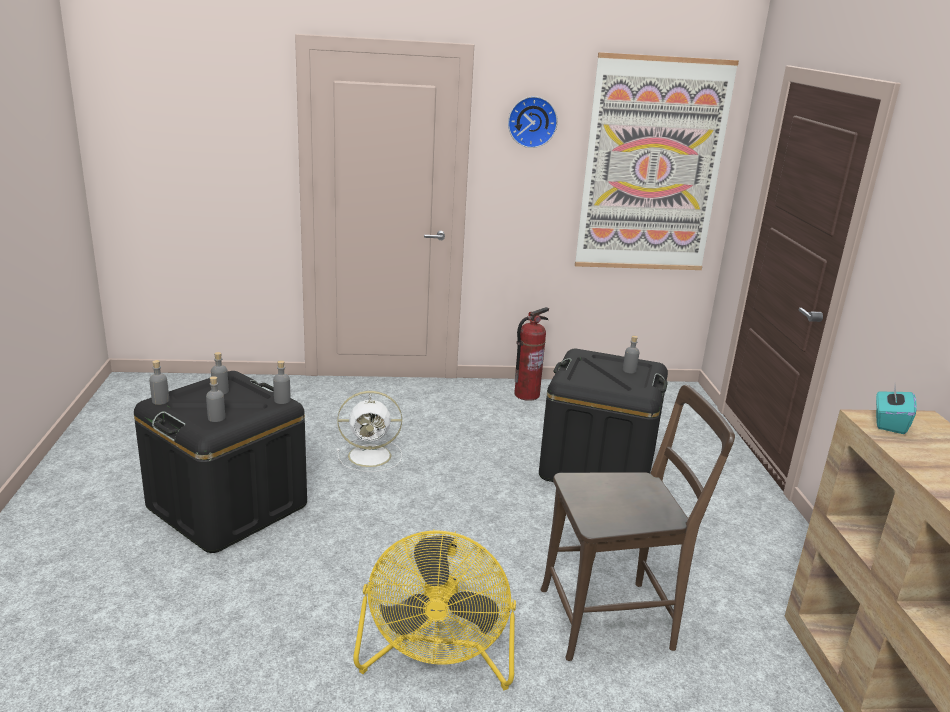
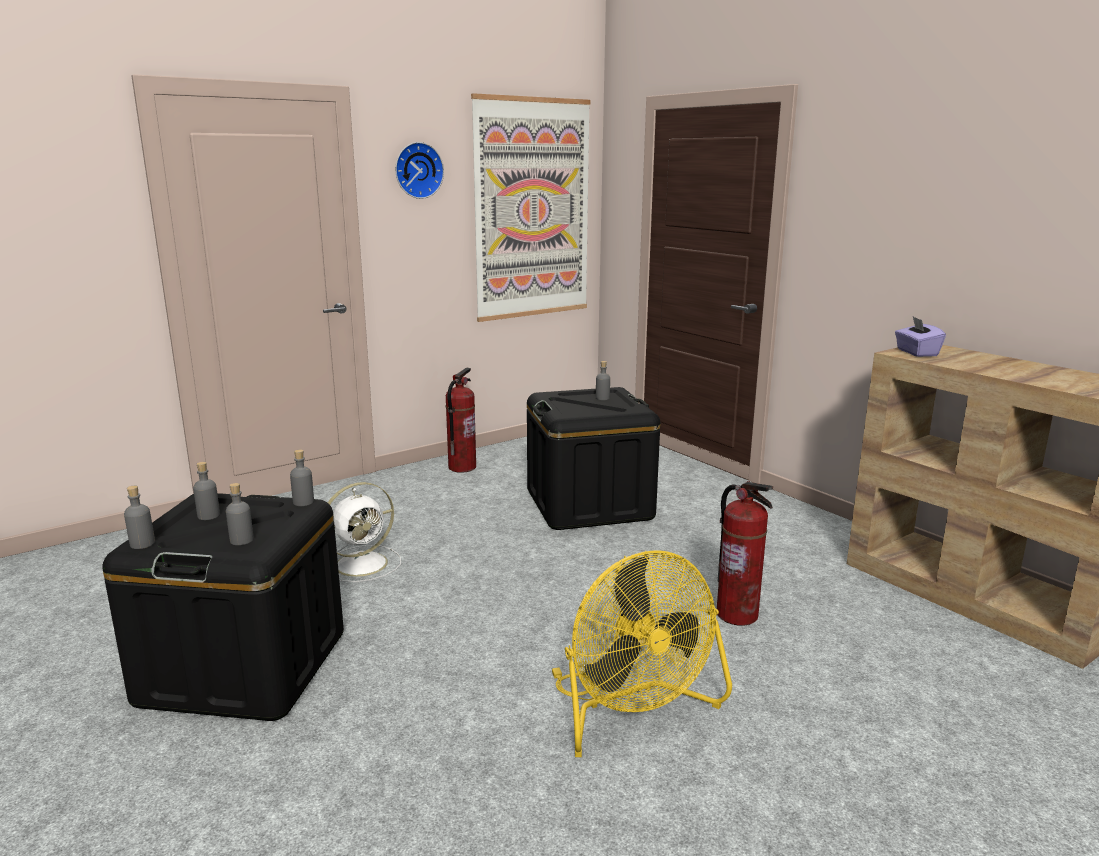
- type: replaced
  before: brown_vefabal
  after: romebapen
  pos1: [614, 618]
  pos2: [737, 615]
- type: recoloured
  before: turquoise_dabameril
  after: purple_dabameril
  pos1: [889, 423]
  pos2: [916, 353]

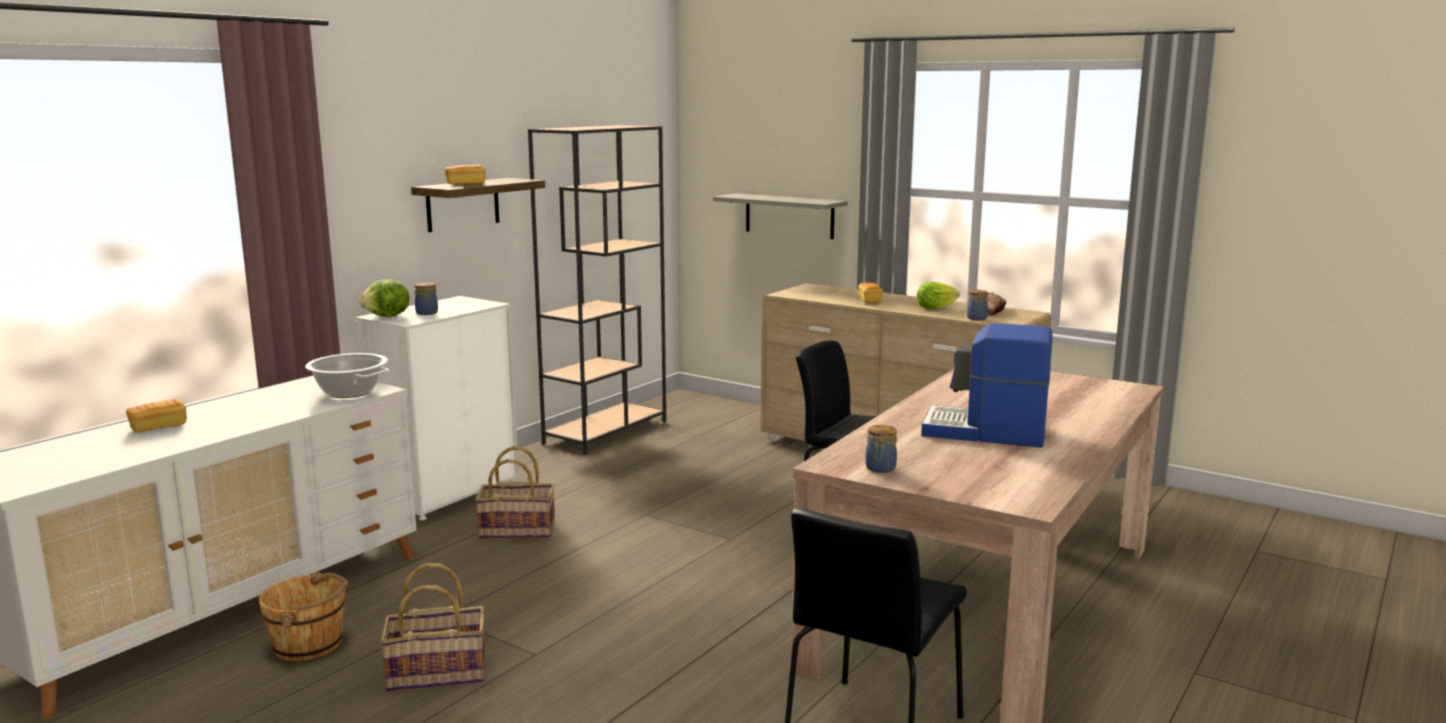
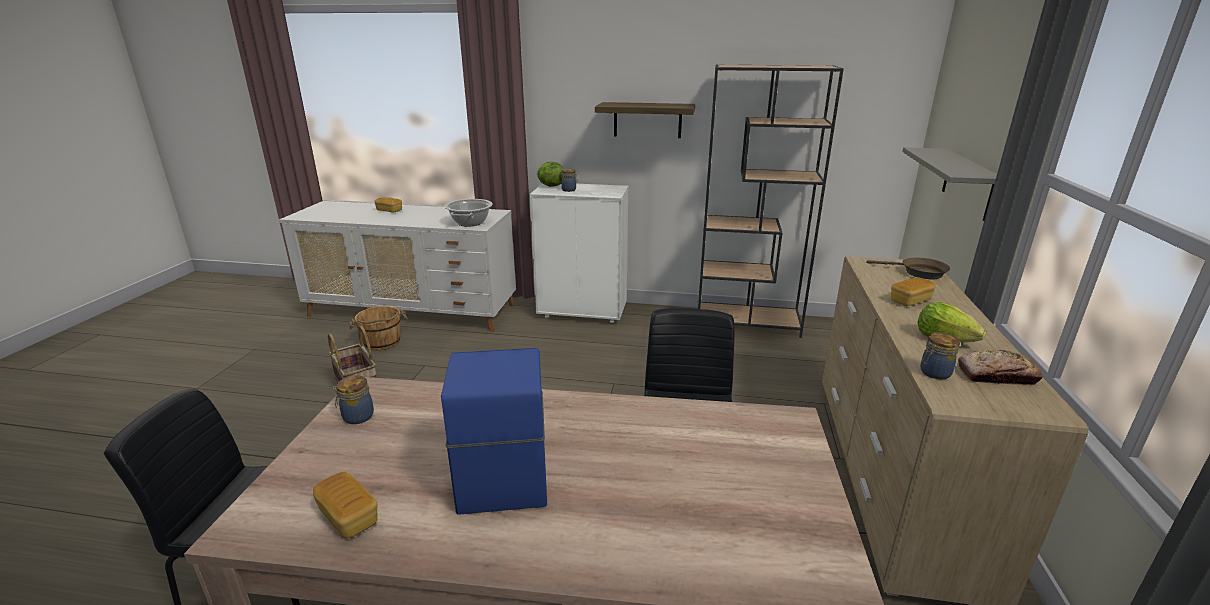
- type: moved
  before: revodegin
  pos1: [465, 184]
  pos2: [349, 517]
- type: added
  after: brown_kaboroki
  pos2: [918, 272]
- type: removed
  before: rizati
  pos1: [518, 530]

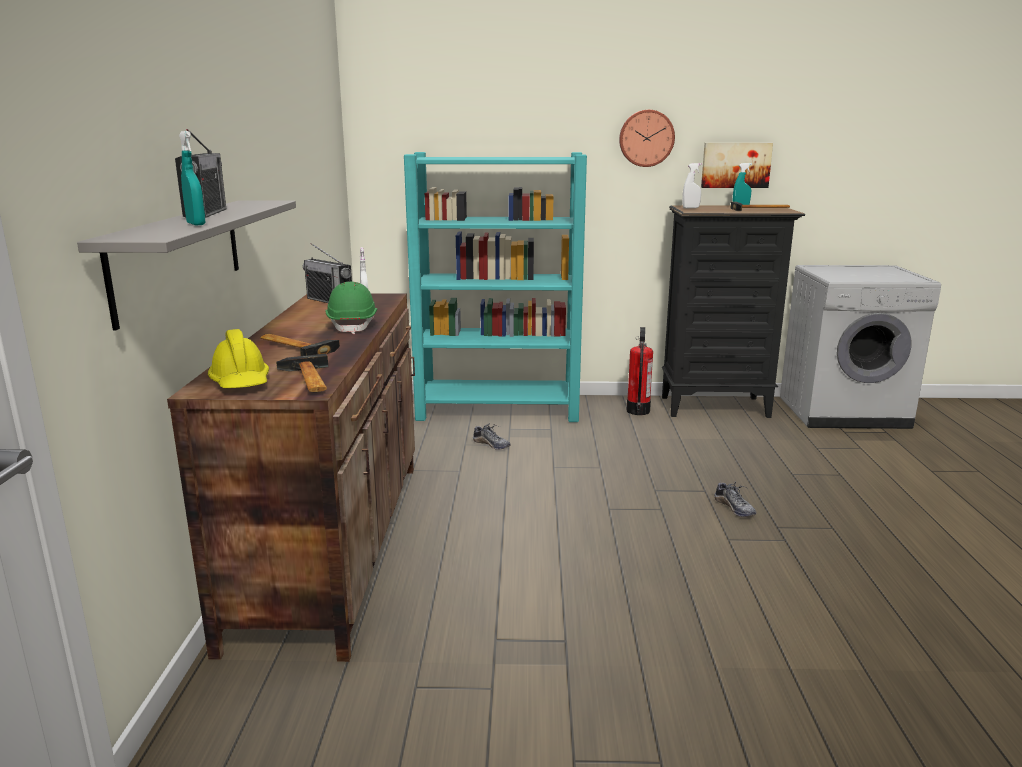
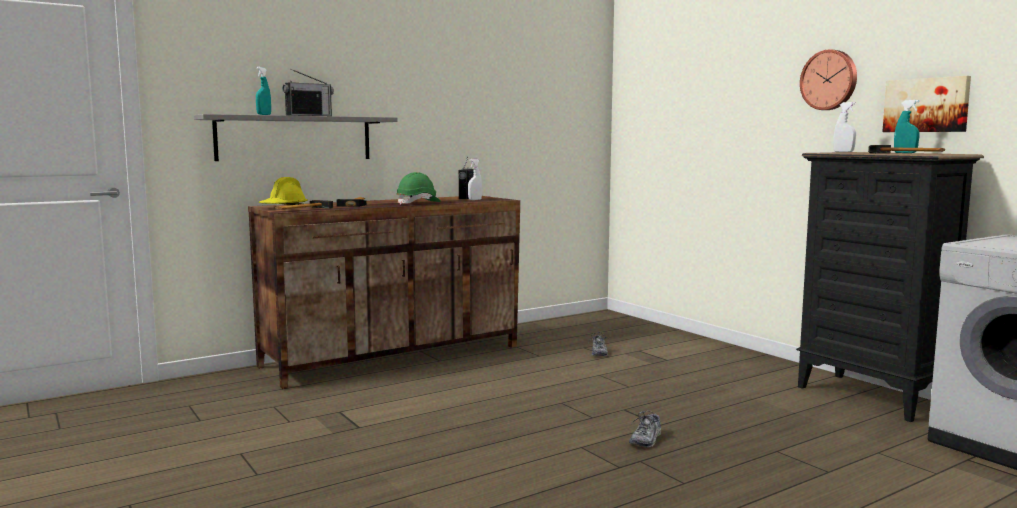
- type: removed
  before: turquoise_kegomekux
  pos1: [498, 408]
- type: removed
  before: romebapen
  pos1: [637, 411]

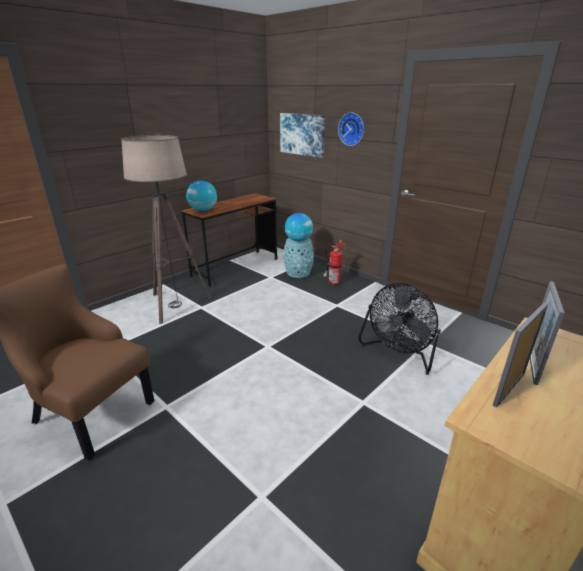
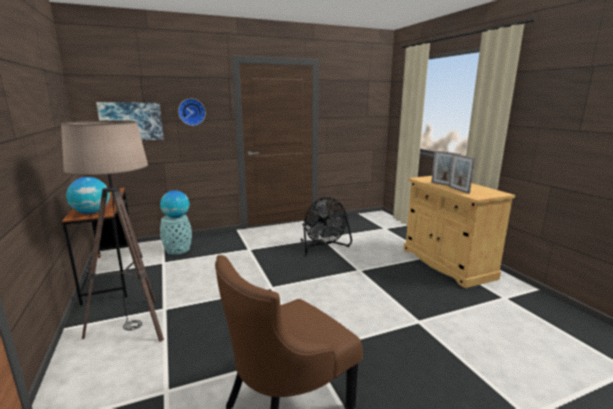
- type: removed
  before: romebapen
  pos1: [332, 283]

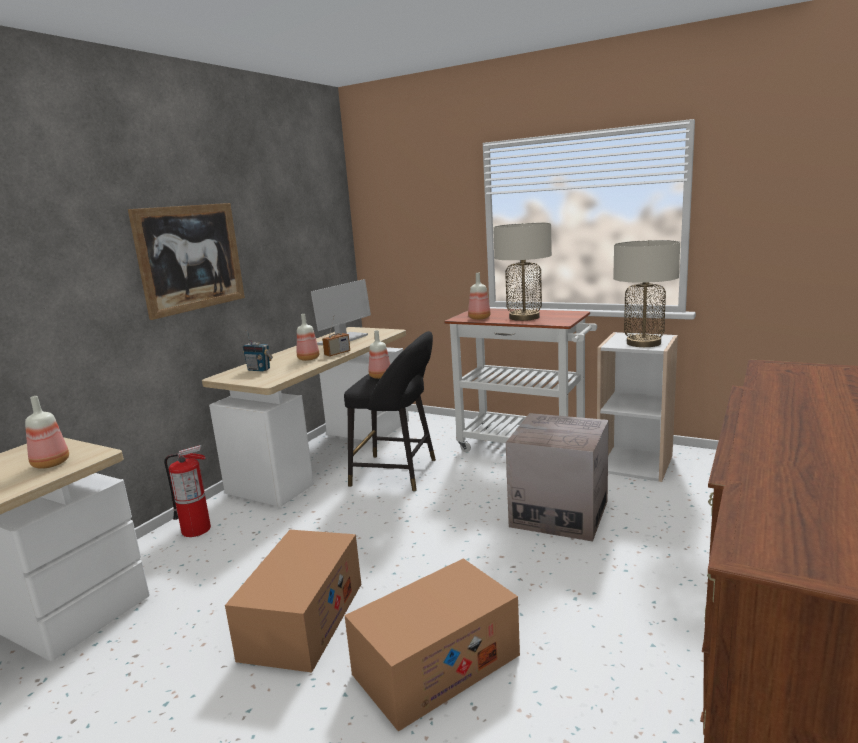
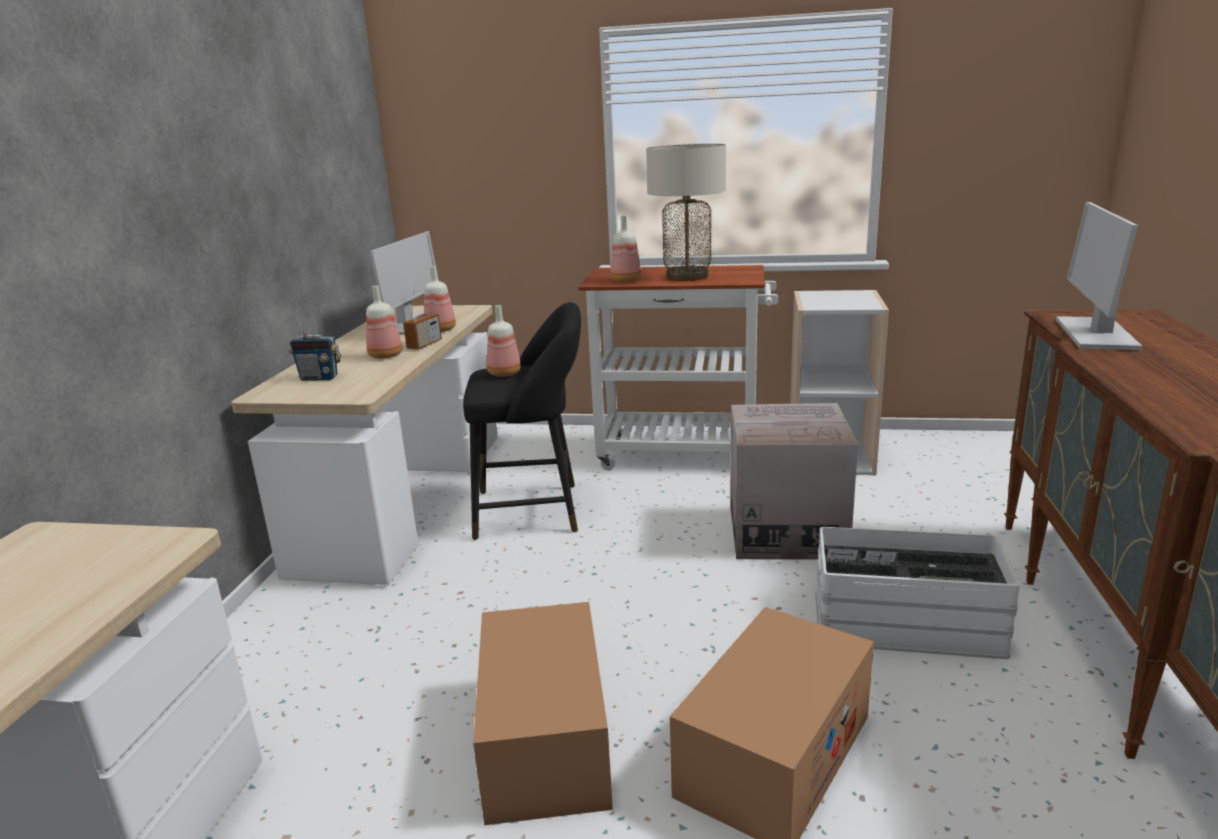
- type: moved
  before: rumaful
  pos1: [51, 464]
  pos2: [441, 330]
- type: added
  after: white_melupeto
  pos2: [906, 623]
- type: added
  after: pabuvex
  pos2: [1094, 334]
- type: removed
  before: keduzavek
  pos1: [190, 258]
- type: removed
  before: romebapen
  pos1: [196, 529]
- type: removed
  before: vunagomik
  pos1: [643, 343]

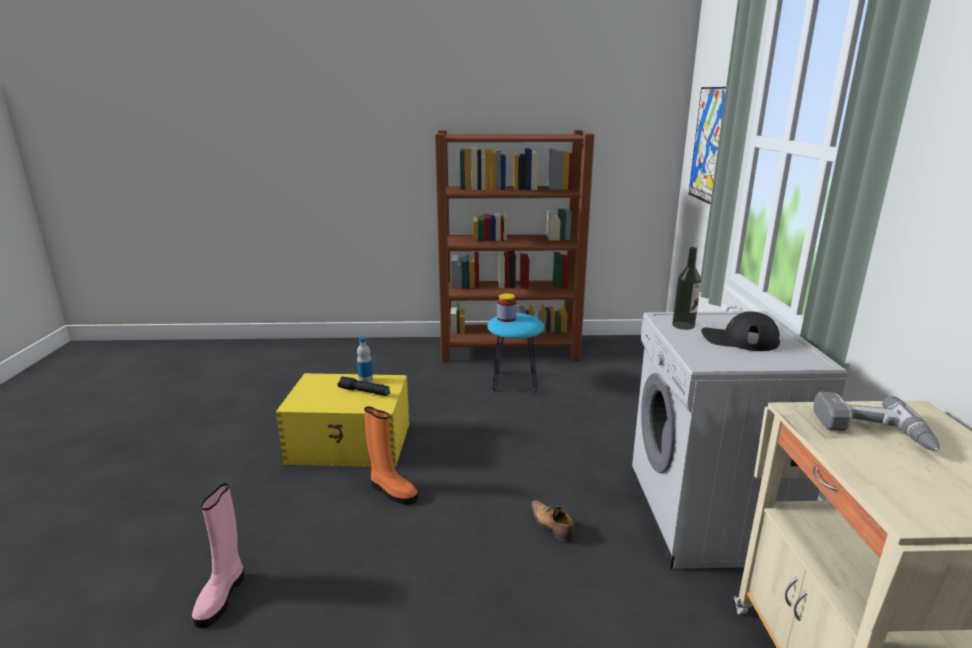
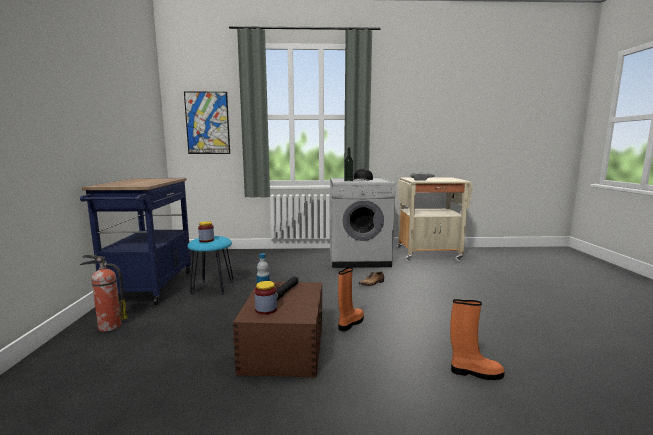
- type: replaced
  before: brown_kegomekux
  after: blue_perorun
  pos1: [509, 349]
  pos2: [149, 288]
- type: added
  after: romebapen
  pos2: [108, 326]
- type: recoloured
  before: yellow_melupeto
  after: brown_melupeto
  pos1: [351, 443]
  pos2: [285, 346]
- type: added
  after: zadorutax
  pos2: [266, 309]
- type: recoloured
  before: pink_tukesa
  after: orange_tukesa
  pos1: [221, 596]
  pos2: [475, 372]

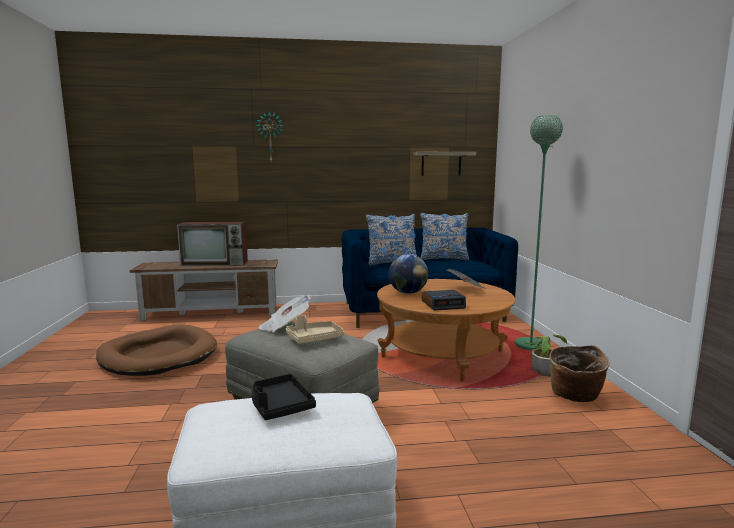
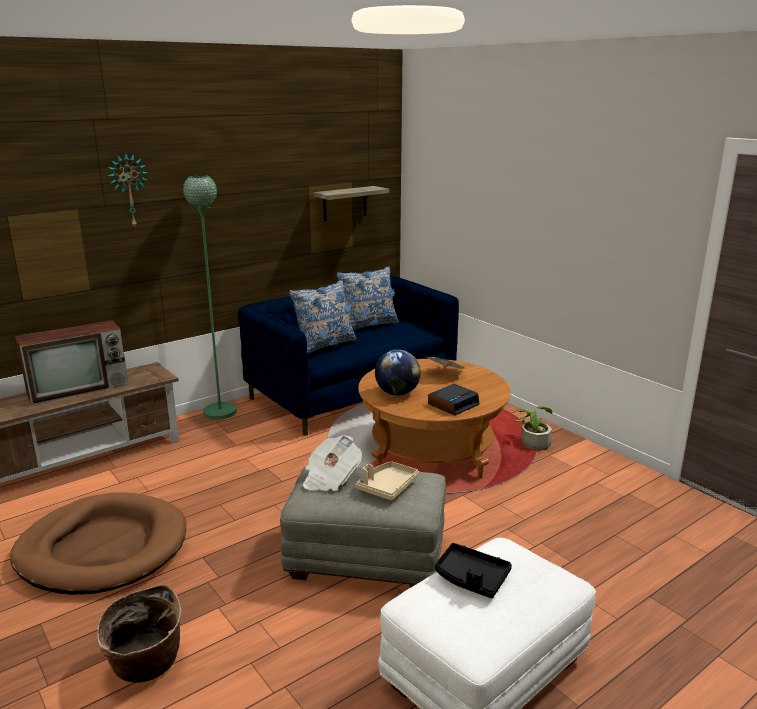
- type: moved
  before: rizati
  pos1: [575, 396]
  pos2: [146, 666]
- type: moved
  before: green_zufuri
  pos1: [531, 345]
  pos2: [220, 412]

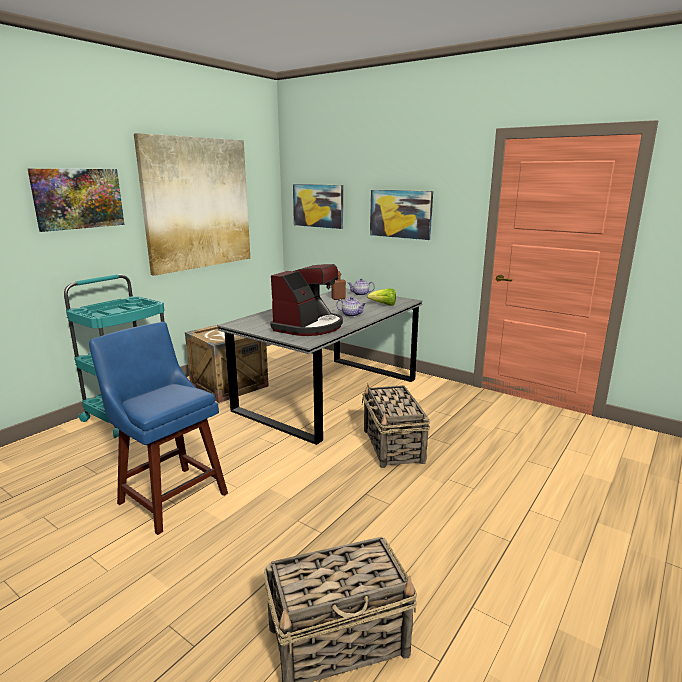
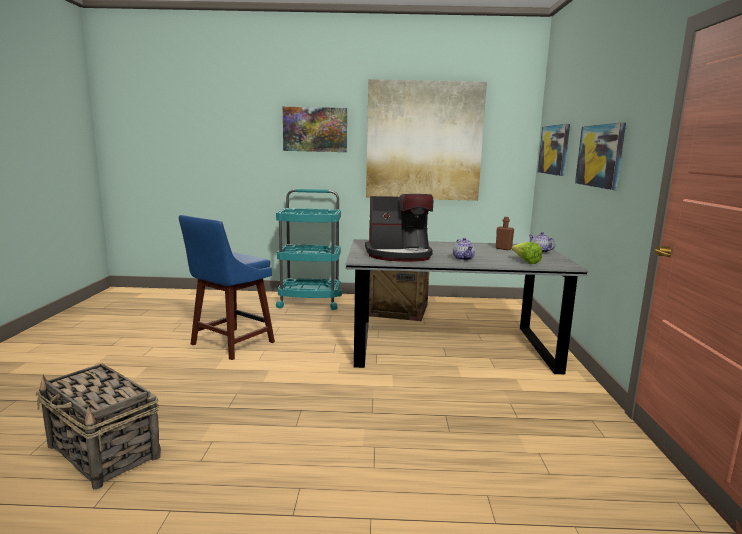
- type: turned
  before: blue_vefabal
  pos1: [170, 496]
  pos2: [229, 344]
  turn: -150
- type: removed
  before: rizati
  pos1: [393, 446]

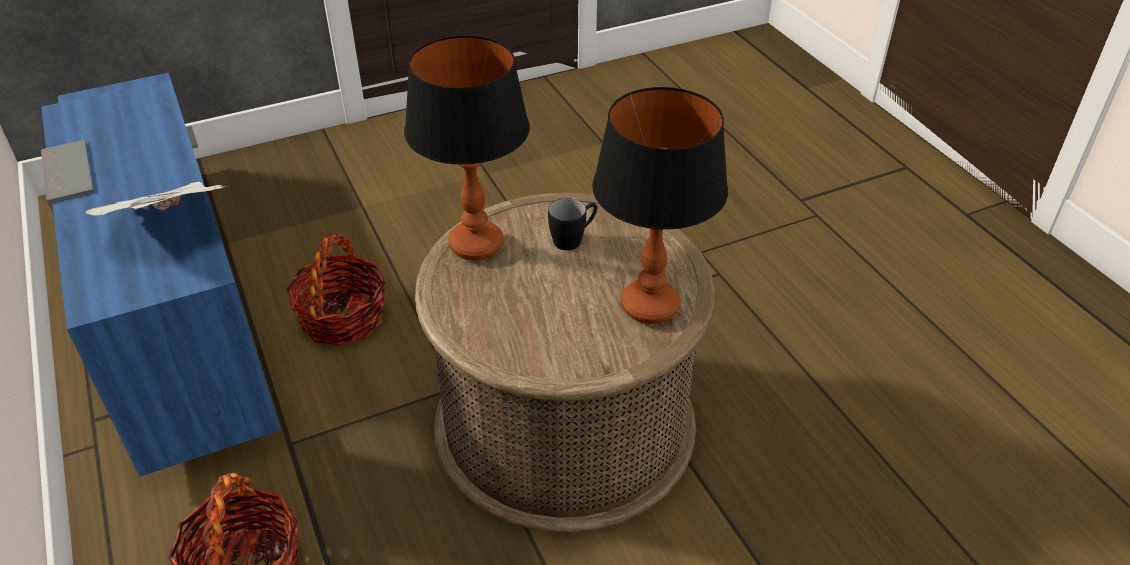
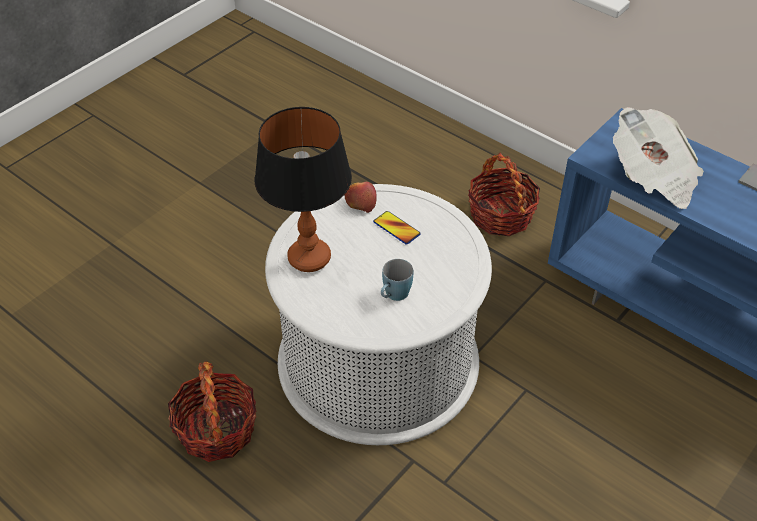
- type: moved
  before: rizati
  pos1: [342, 318]
  pos2: [217, 430]
- type: recoloured
  before: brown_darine
  after: white_darine
  pos1: [564, 422]
  pos2: [378, 360]
- type: added
  after: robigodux
  pos2: [360, 202]
- type: added
  after: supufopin
  pos2: [396, 228]
- type: recoloured
  before: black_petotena
  after: blue_petotena
  pos1: [573, 239]
  pos2: [394, 296]
- type: removed
  before: vunagomik
  pos1: [476, 244]

